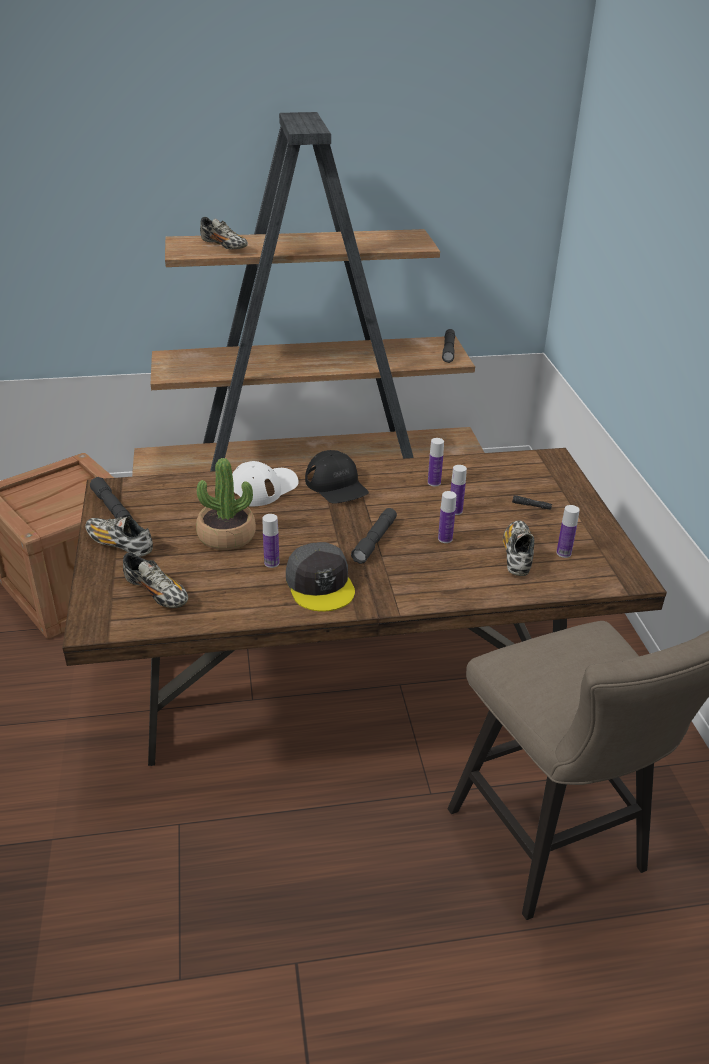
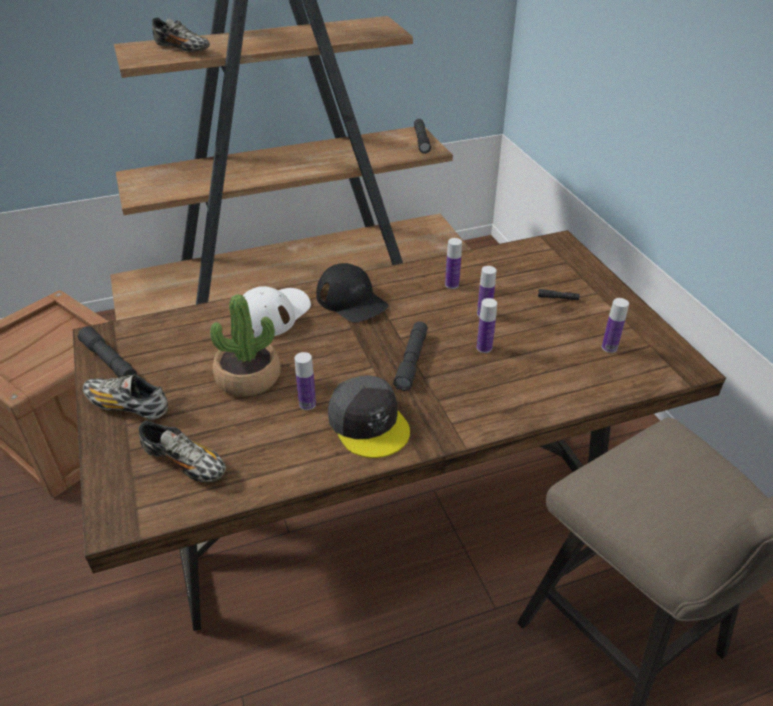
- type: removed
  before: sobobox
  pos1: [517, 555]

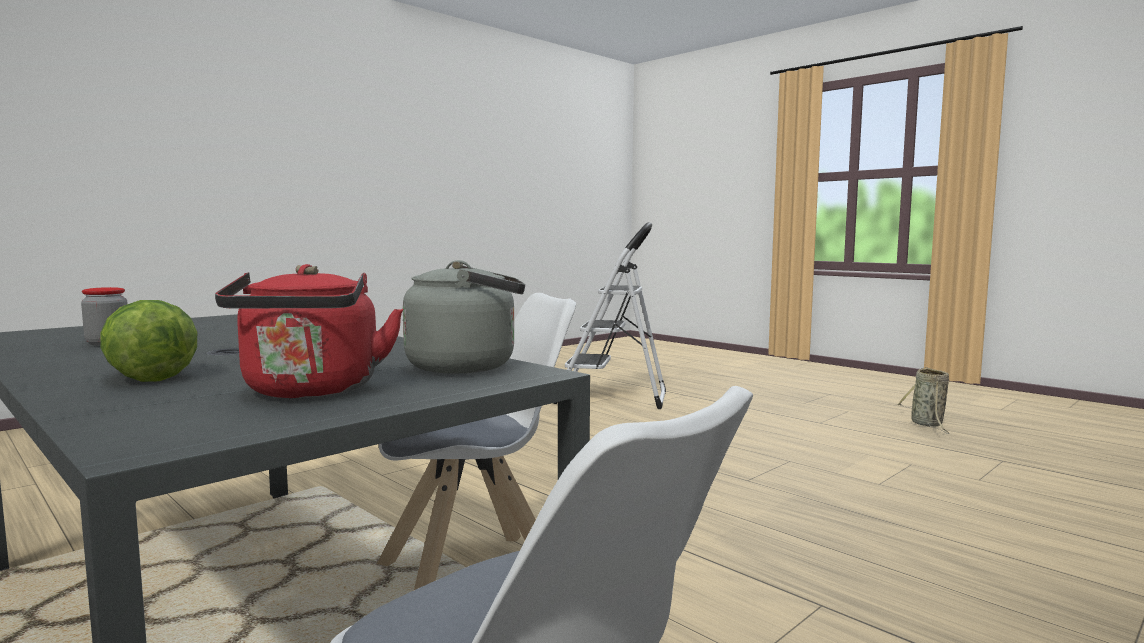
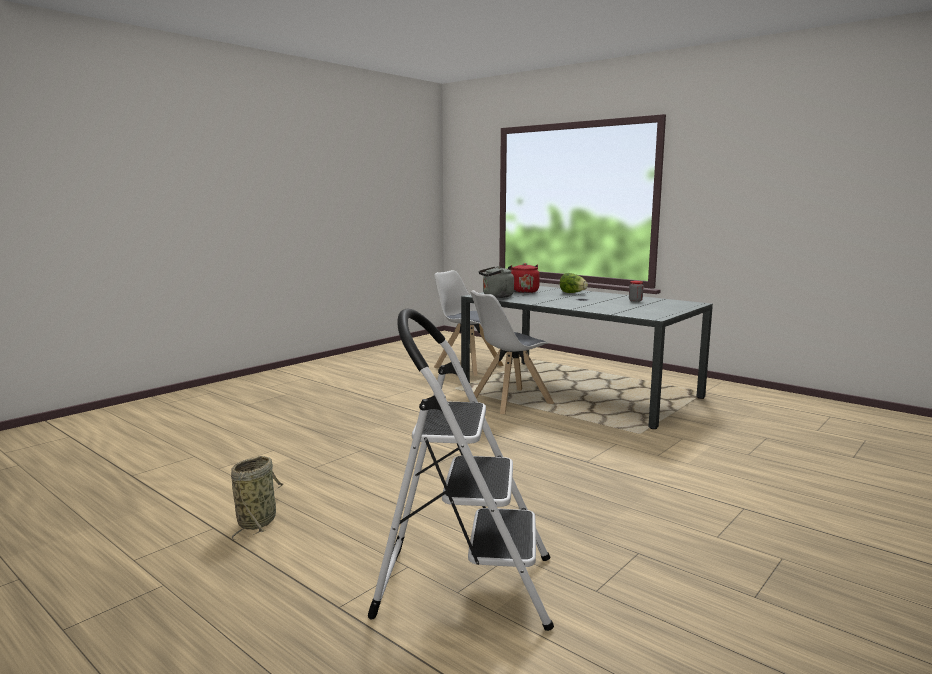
- type: moved
  before: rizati
  pos1: [927, 424]
  pos2: [258, 521]

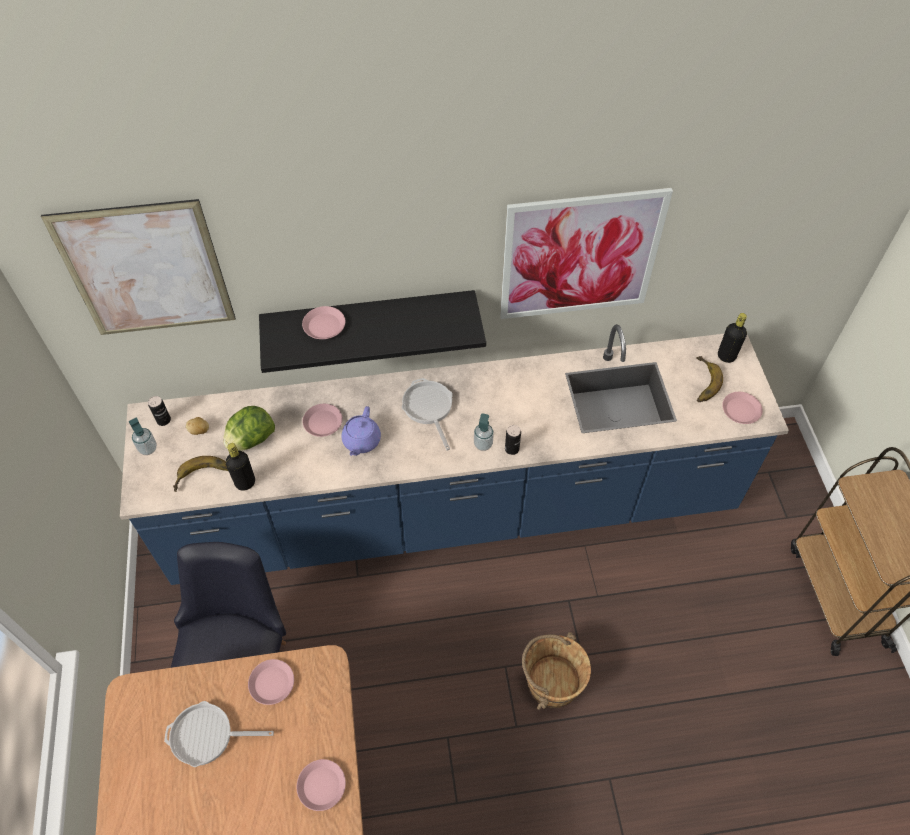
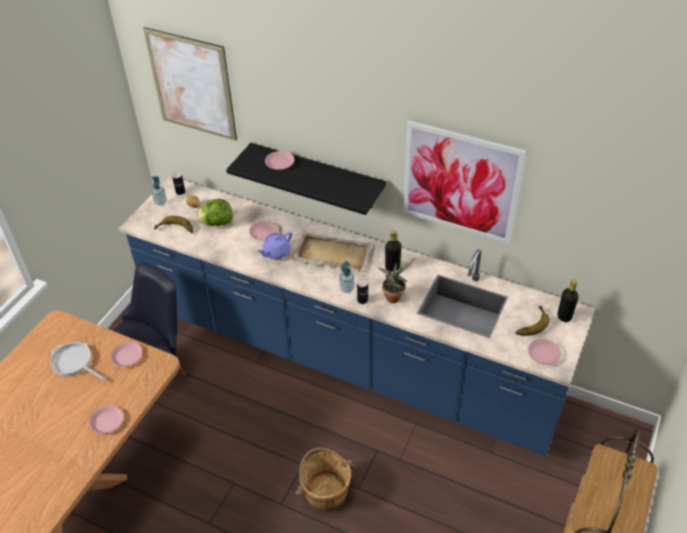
- type: replaced
  before: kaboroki
  after: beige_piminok
  pos1: [428, 408]
  pos2: [331, 254]
- type: added
  after: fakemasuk
  pos2: [394, 296]
- type: moved
  before: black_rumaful
  pos1: [245, 483]
  pos2: [392, 267]

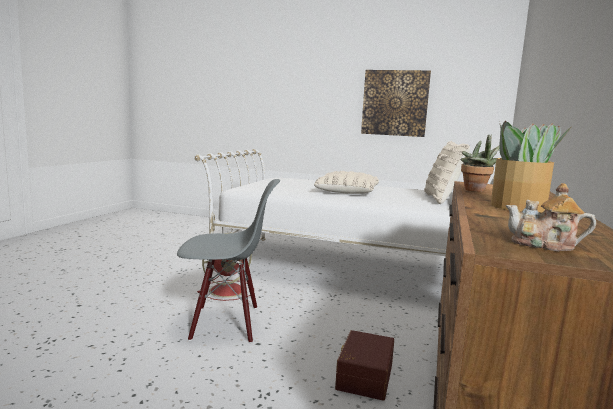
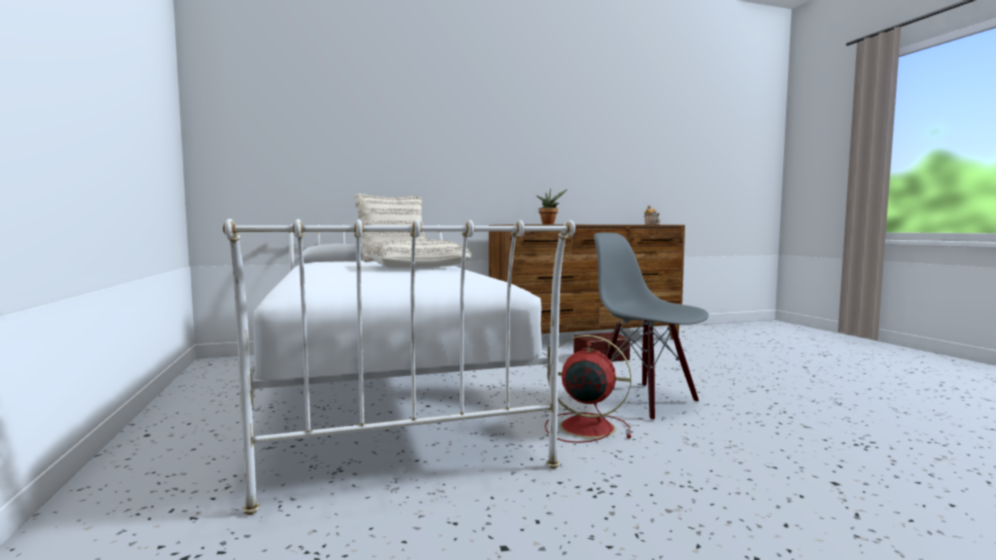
- type: removed
  before: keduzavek
  pos1: [395, 103]
- type: removed
  before: fakemasuk
  pos1: [519, 207]

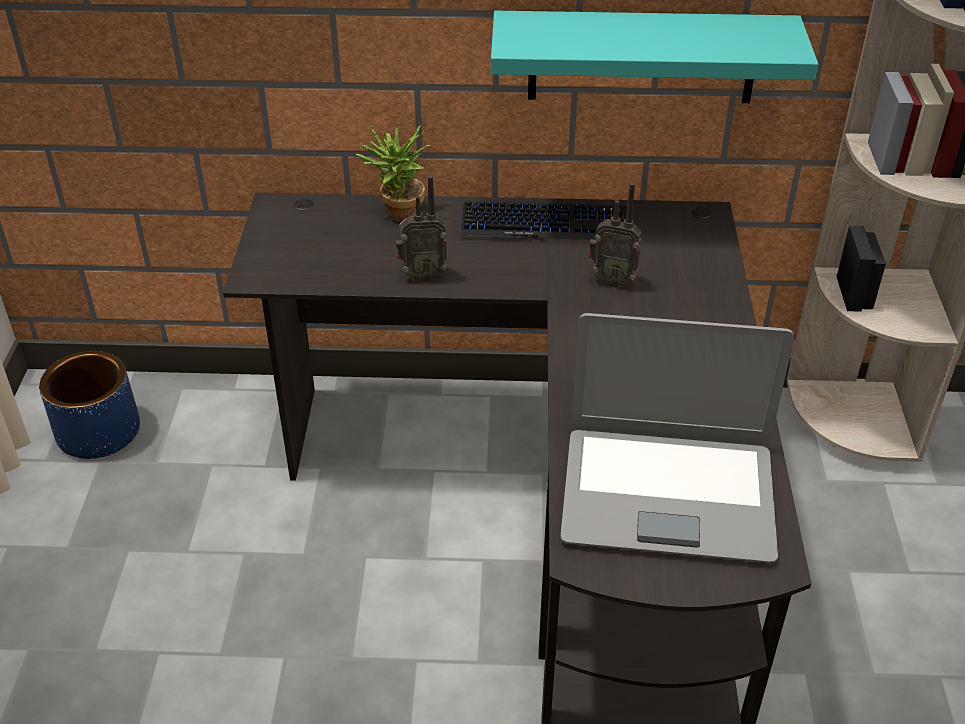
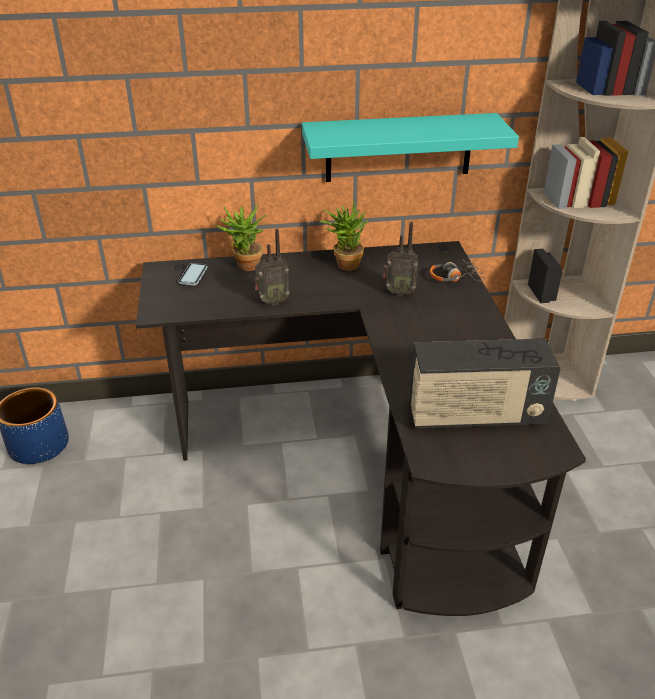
- type: added
  after: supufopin
  pos2: [193, 275]
- type: replaced
  before: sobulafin
  after: fakemasuk
  pos1: [544, 224]
  pos2: [344, 264]
- type: replaced
  before: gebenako
  after: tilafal
  pos1: [667, 494]
  pos2: [475, 415]
- type: added
  after: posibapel
  pos2: [455, 277]

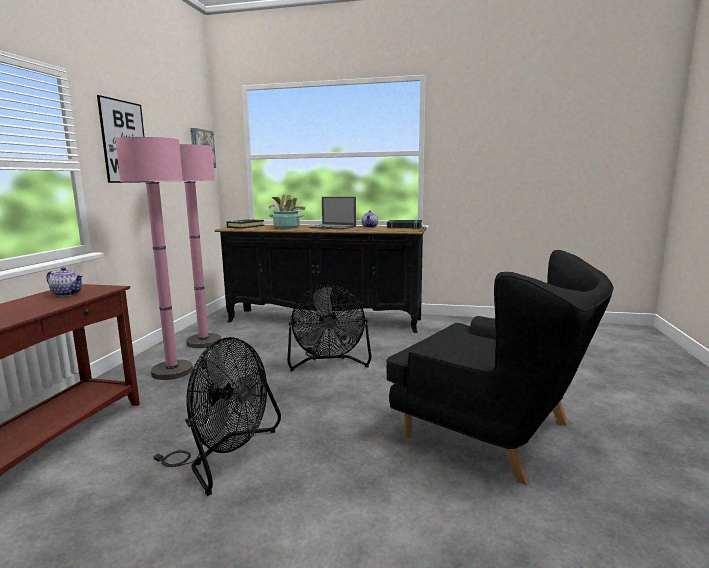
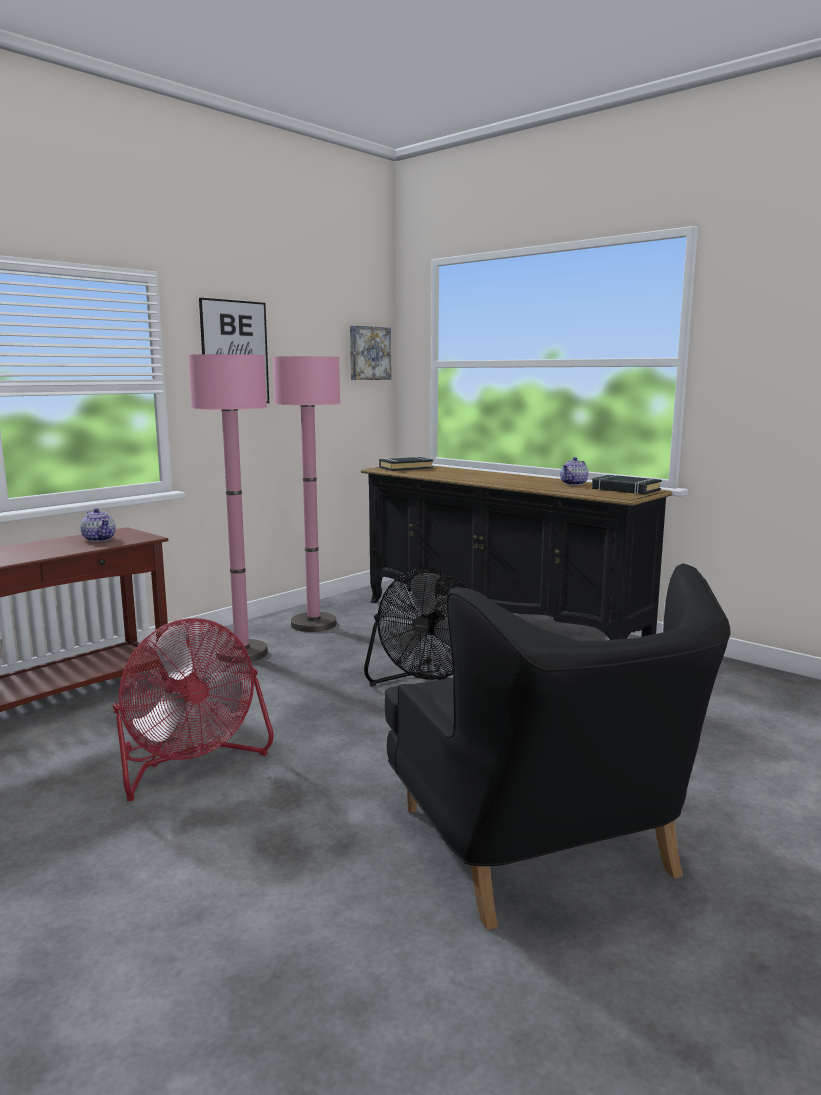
- type: recoloured
  before: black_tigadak
  after: red_tigadak
  pos1: [222, 457]
  pos2: [184, 766]
- type: removed
  before: fakemasuk
  pos1: [286, 227]
- type: removed
  before: gebenako
  pos1: [333, 227]

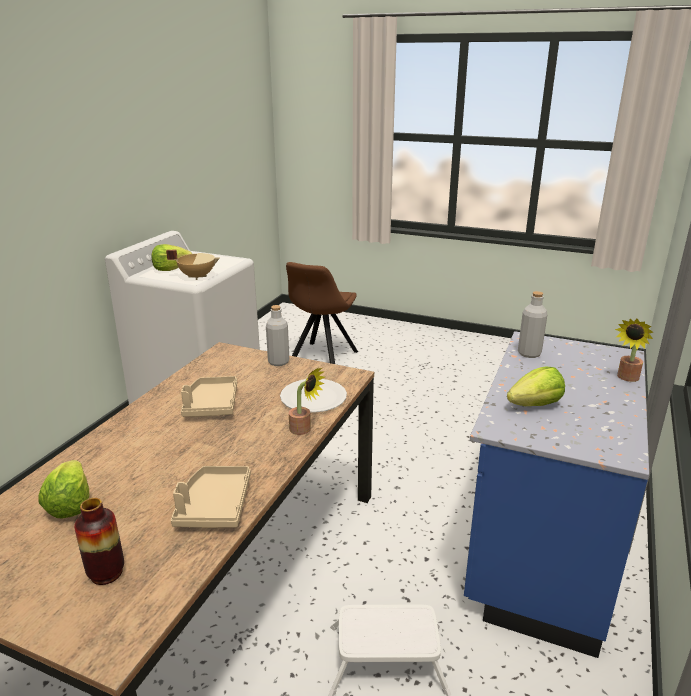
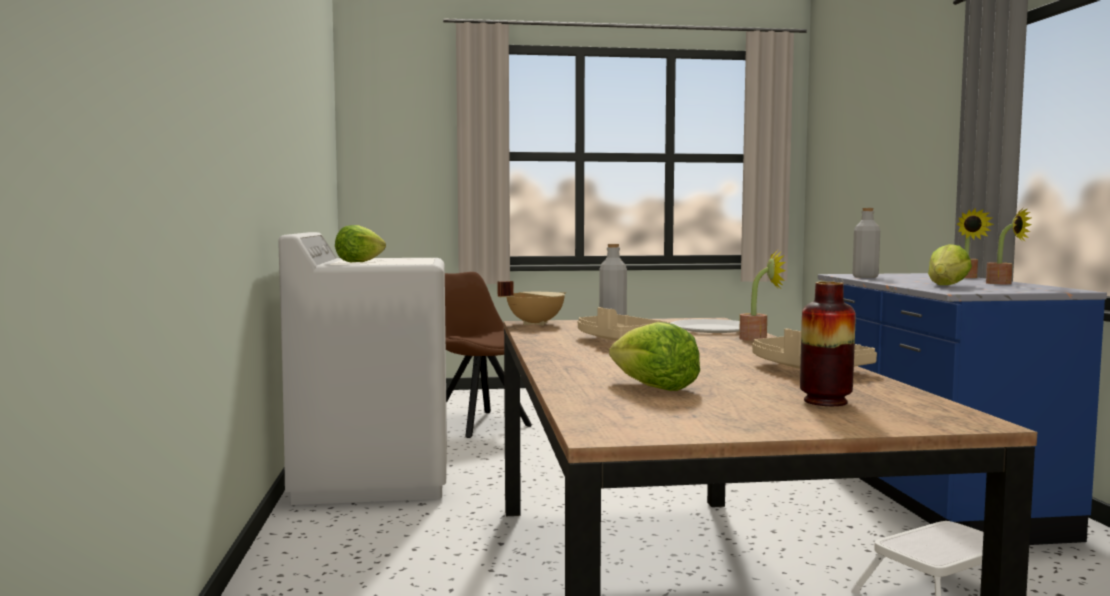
- type: turned
  before: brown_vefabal
  pos1: [322, 358]
  pos2: [479, 424]
  turn: 150
- type: moved
  before: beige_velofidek
  pos1: [197, 276]
  pos2: [534, 323]
- type: added
  after: fakemasuk
  pos2: [1004, 283]

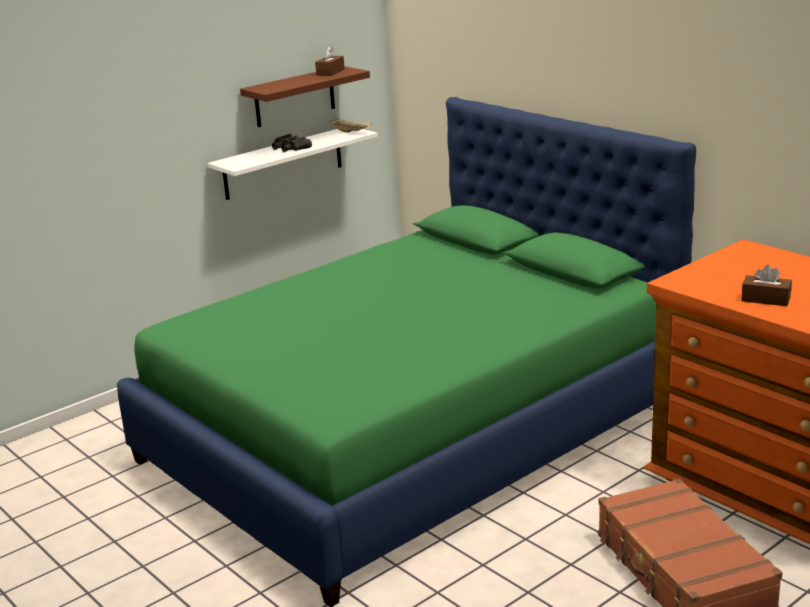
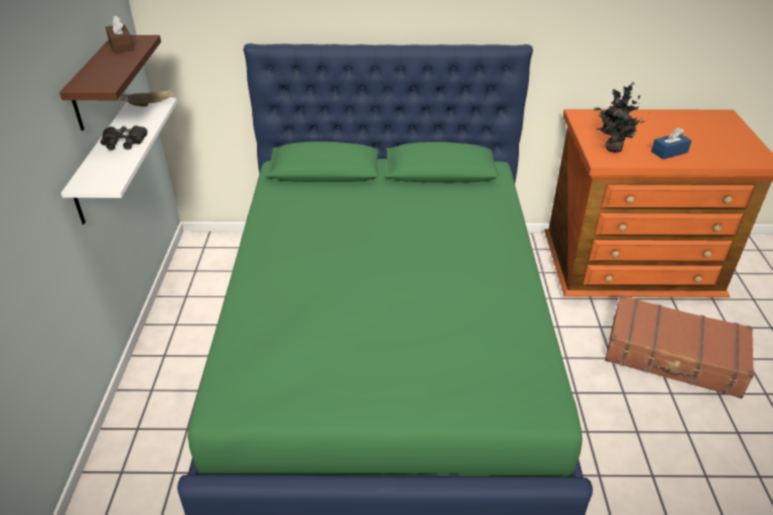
- type: added
  after: fakemasuk
  pos2: [612, 149]
- type: recoloured
  before: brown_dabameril
  after: blue_dabameril
  pos1: [765, 299]
  pos2: [669, 152]

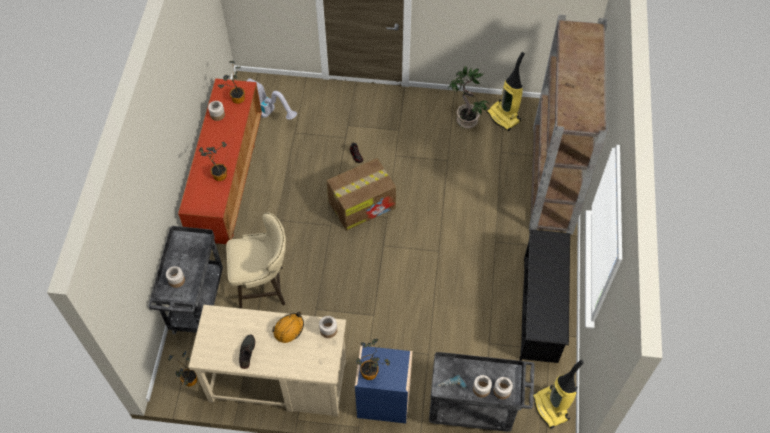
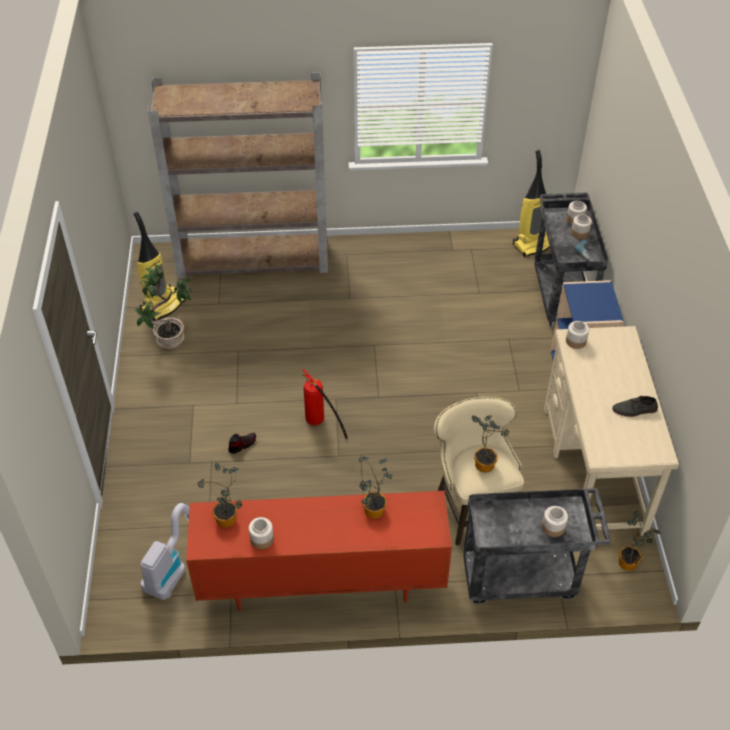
- type: replaced
  before: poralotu
  after: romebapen
  pos1: [362, 204]
  pos2: [321, 426]
- type: moved
  before: fakemasuk
  pos1: [371, 373]
  pos2: [485, 462]
- type: removed
  before: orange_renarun
  pos1: [289, 329]
- type: removed
  before: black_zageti
  pos1: [540, 310]

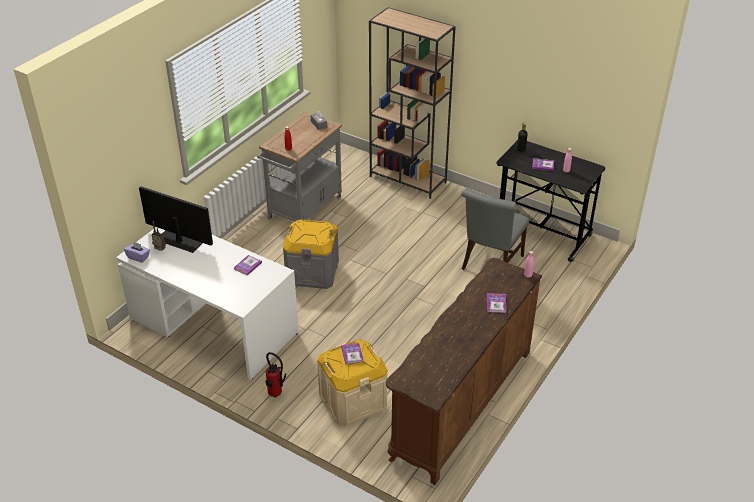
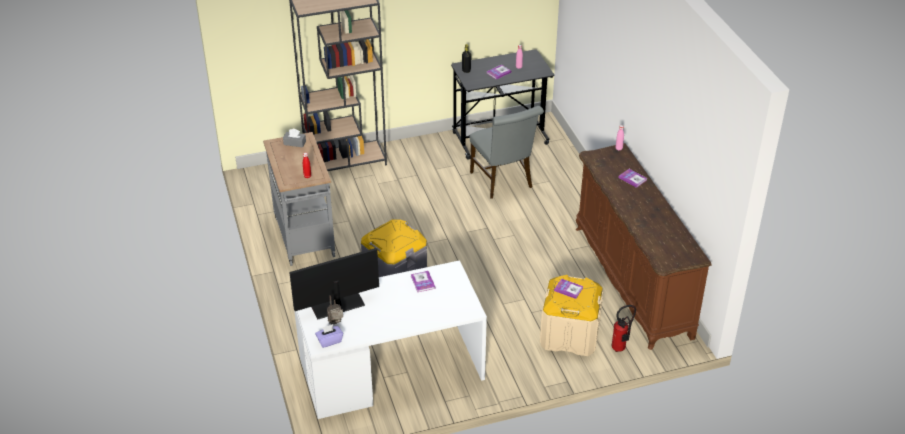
- type: moved
  before: romebapen
  pos1: [276, 395]
  pos2: [620, 348]

